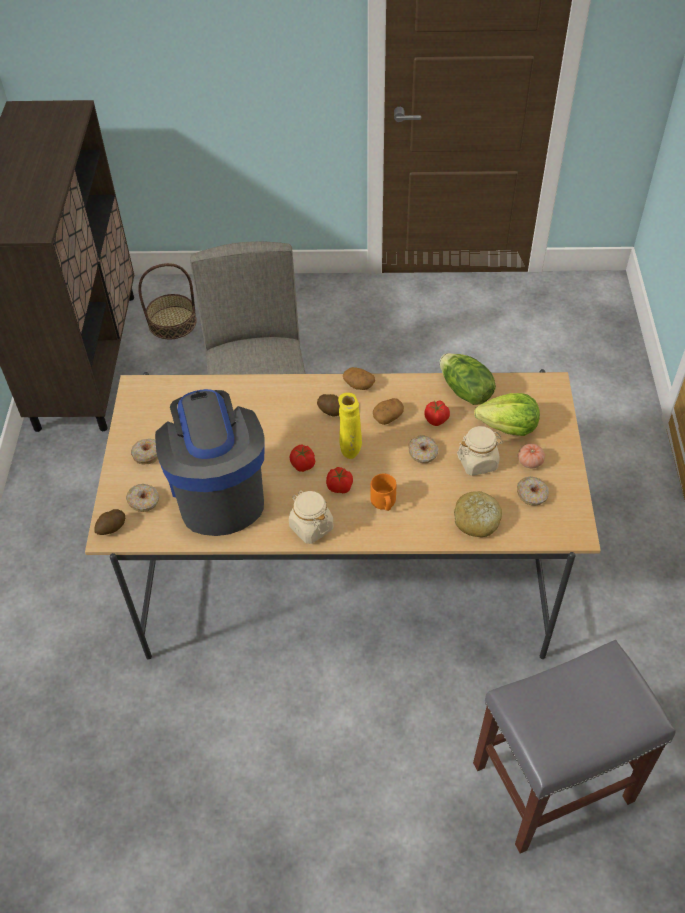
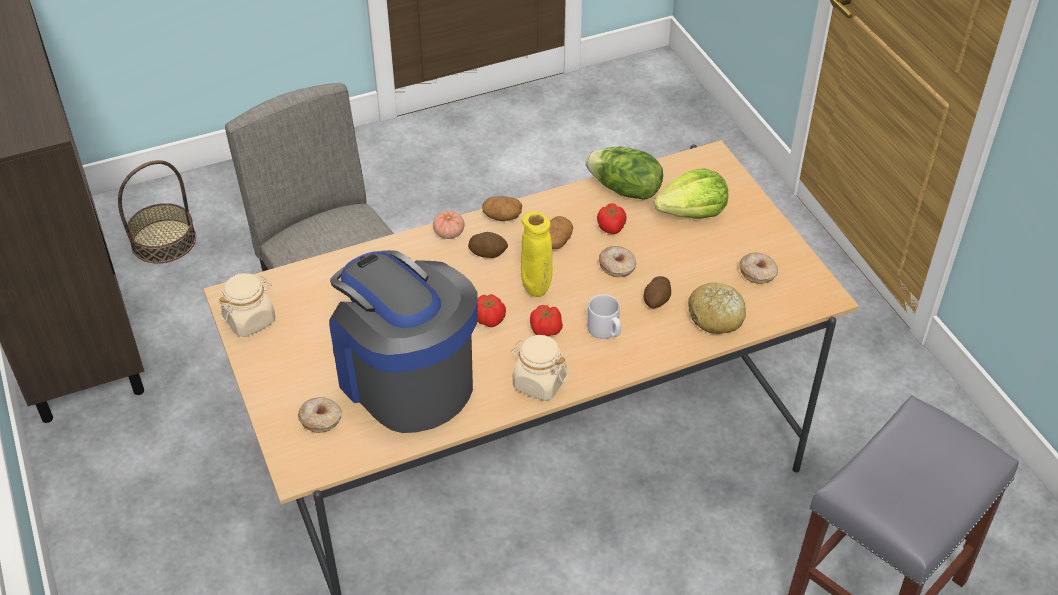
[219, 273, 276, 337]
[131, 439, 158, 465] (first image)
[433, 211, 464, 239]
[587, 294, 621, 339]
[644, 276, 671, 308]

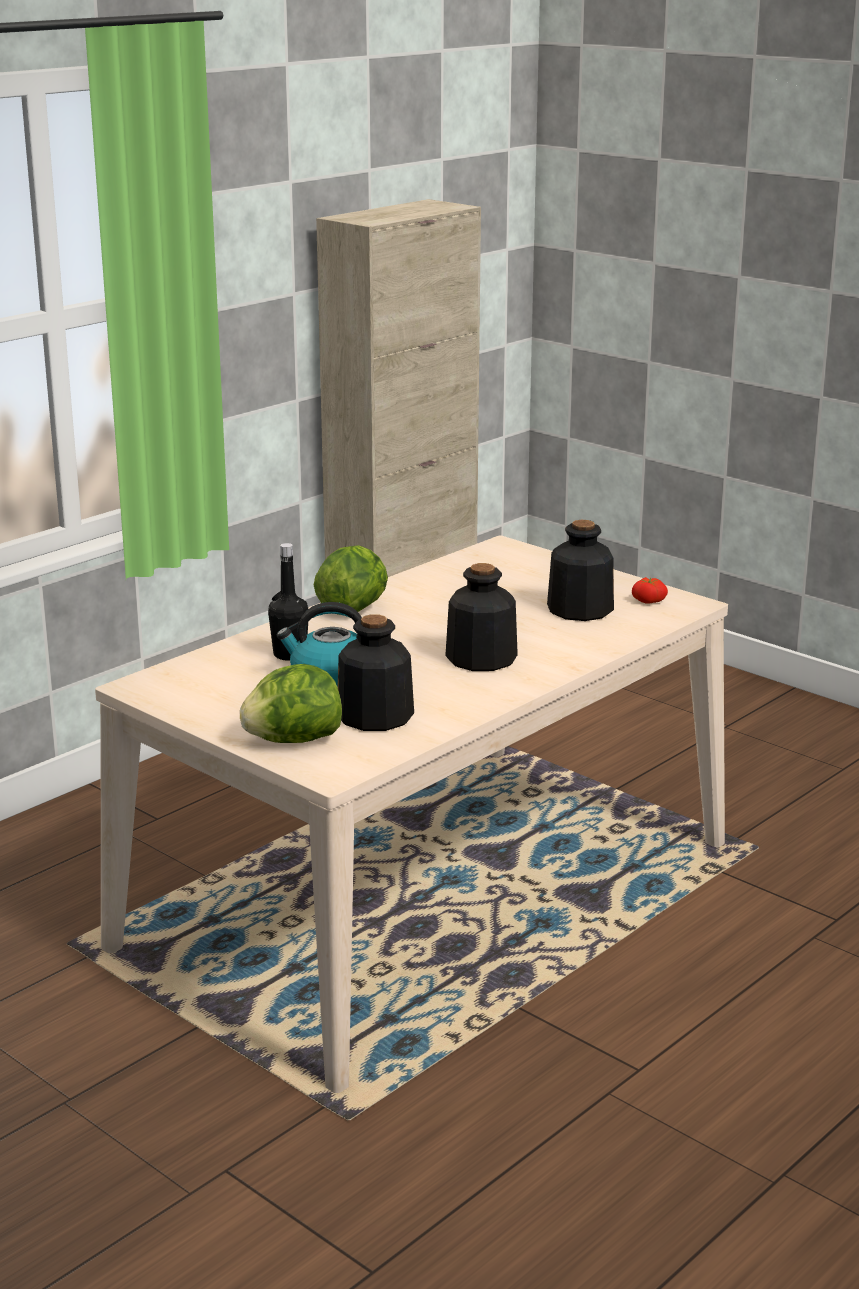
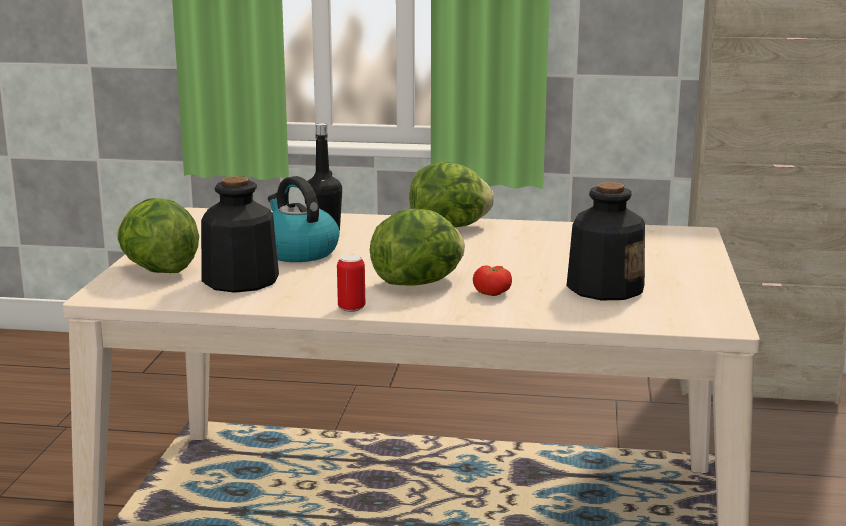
[370, 209, 465, 286]
[473, 265, 512, 296]
[337, 255, 365, 312]

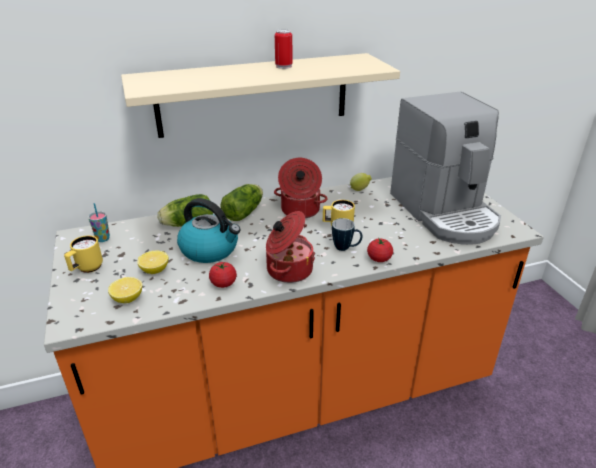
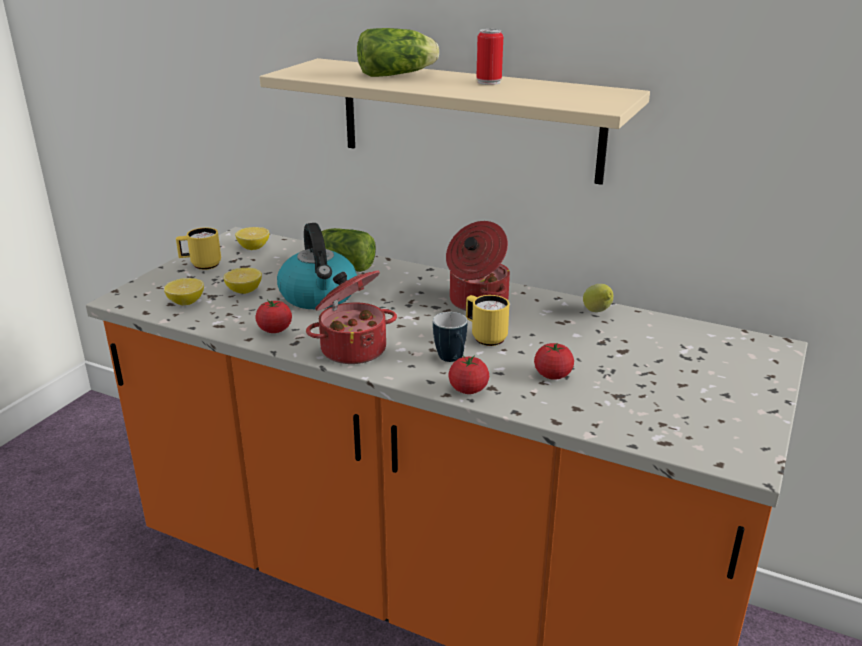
[390, 92, 501, 245] (first image)
[357, 28, 439, 77]
[235, 227, 269, 250]
[534, 343, 574, 380]

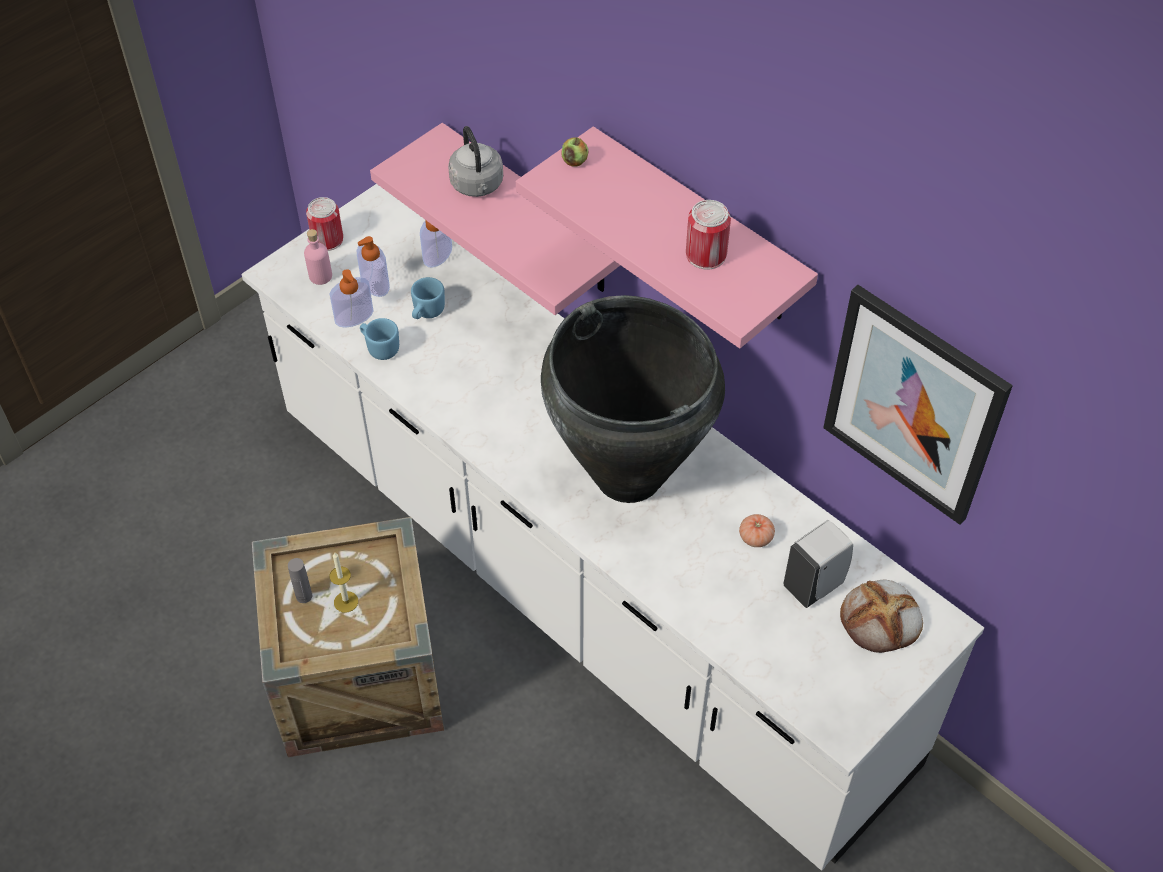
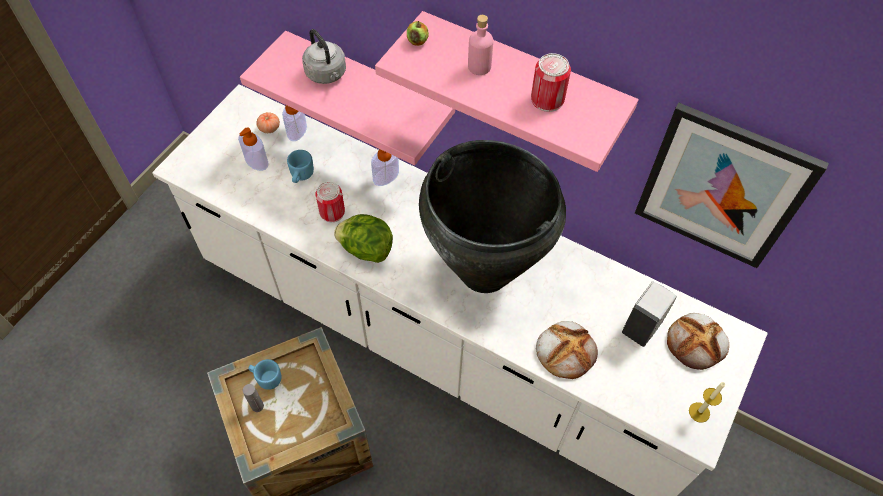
[315, 181, 345, 222]
[468, 15, 493, 75]
[371, 149, 399, 186]
[249, 359, 282, 390]
[256, 112, 280, 133]
[689, 382, 725, 423]
[334, 214, 393, 263]
[536, 321, 598, 379]

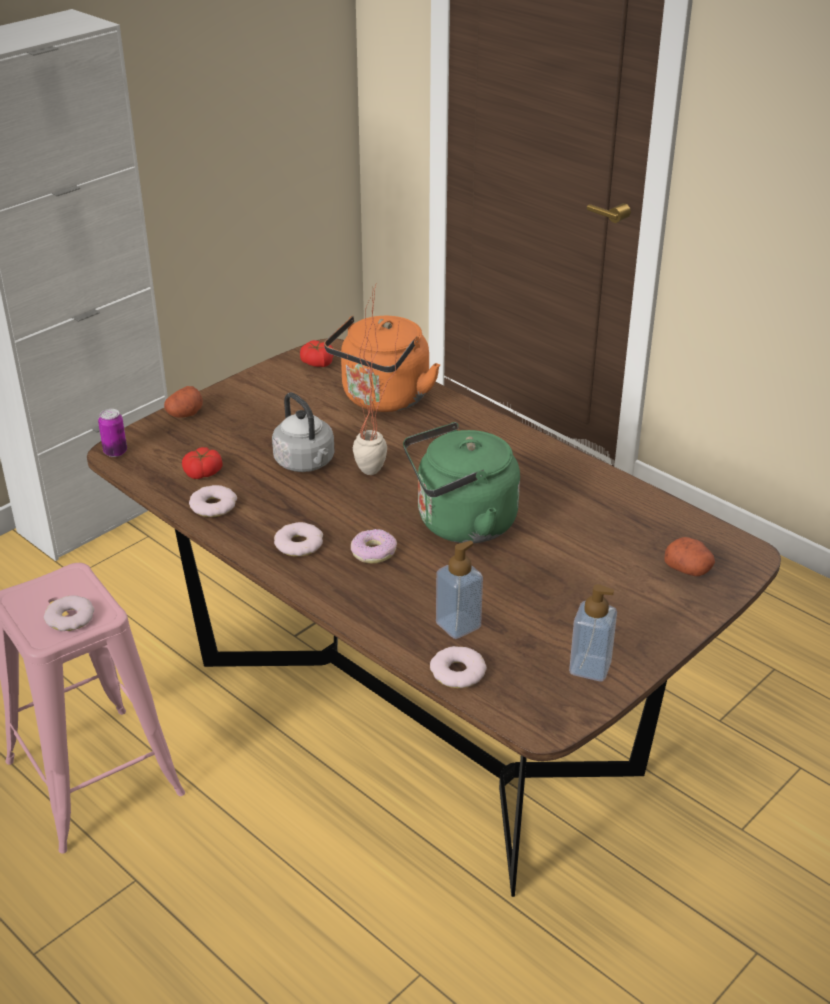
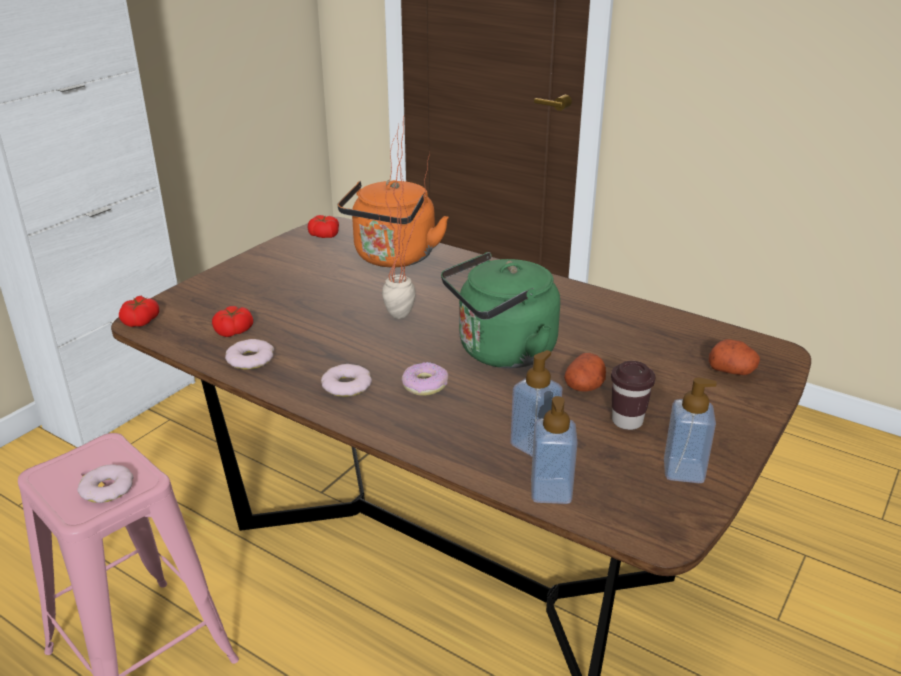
[564, 353, 606, 391]
[272, 392, 335, 472] (first image)
[119, 296, 159, 327]
[531, 396, 578, 504]
[611, 361, 656, 430]

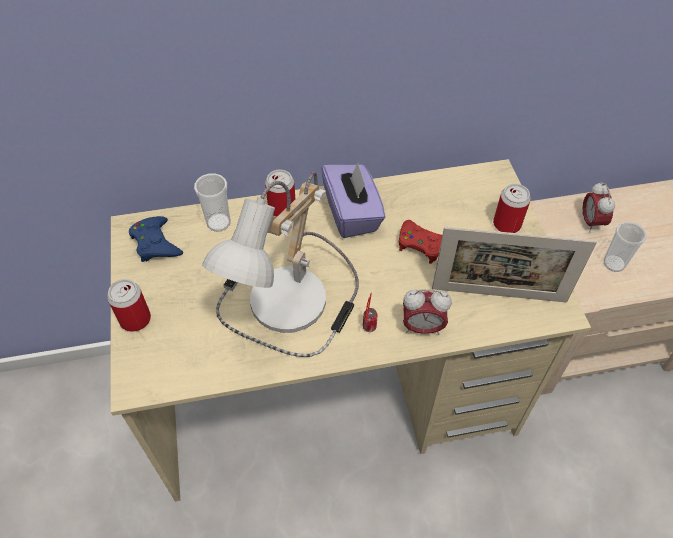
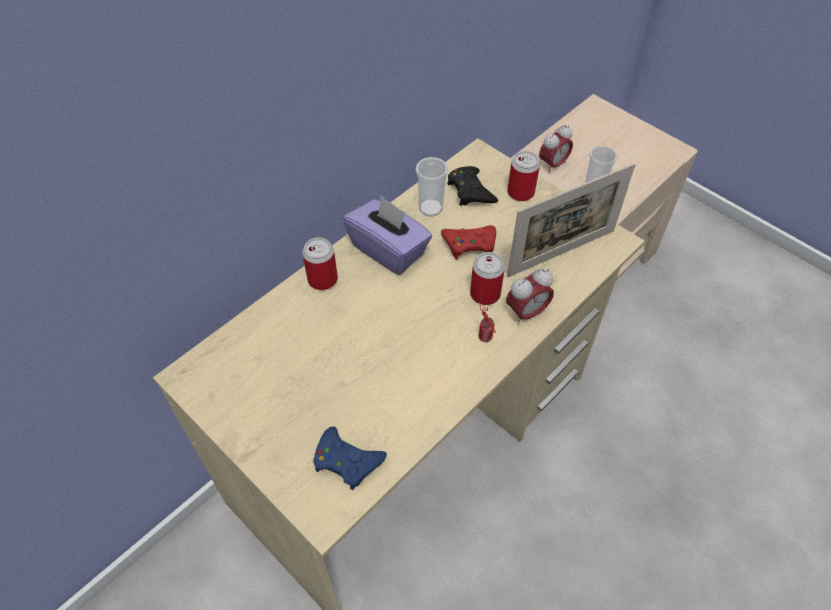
[202, 171, 359, 357] (first image)
[416, 157, 448, 217]
[539, 125, 573, 173]
[313, 426, 387, 490]
[470, 252, 505, 305]
[447, 166, 498, 206]

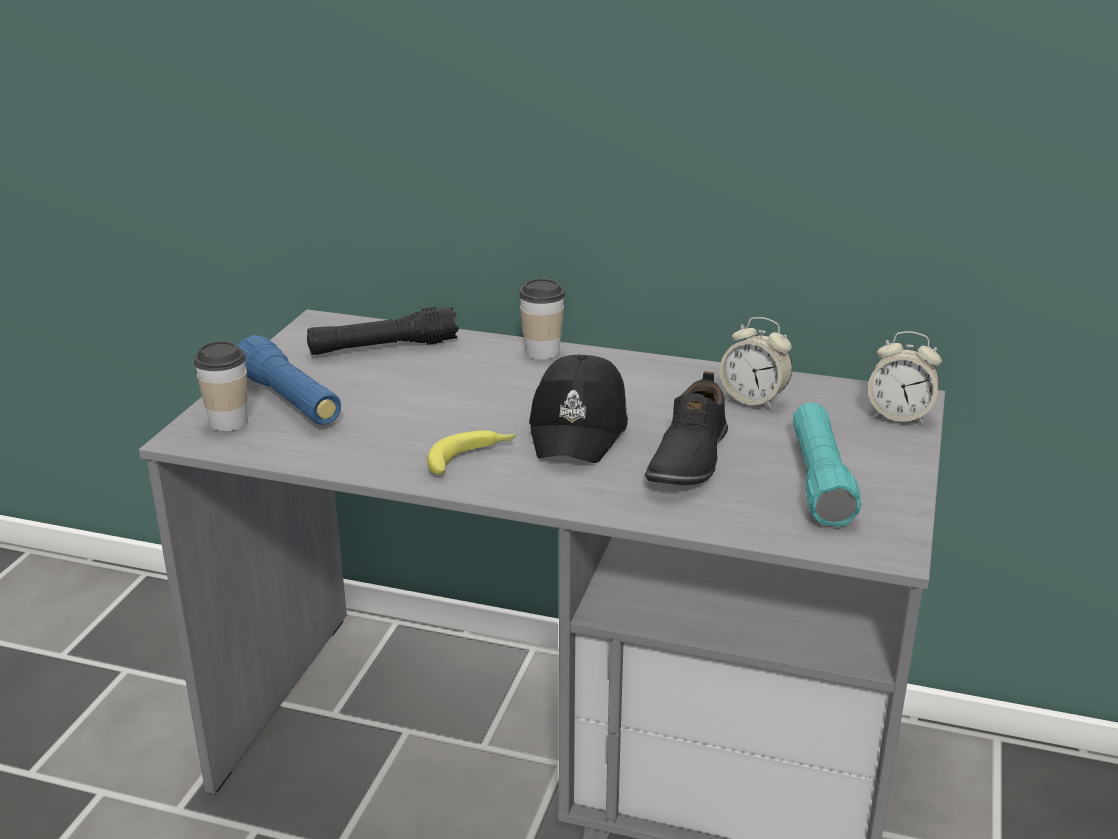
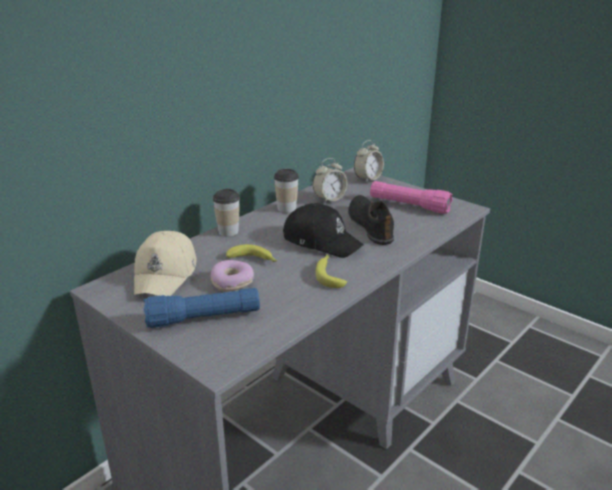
[134, 231, 197, 296]
[274, 169, 299, 213]
[348, 195, 394, 245]
[370, 181, 453, 214]
[226, 244, 277, 262]
[210, 260, 254, 291]

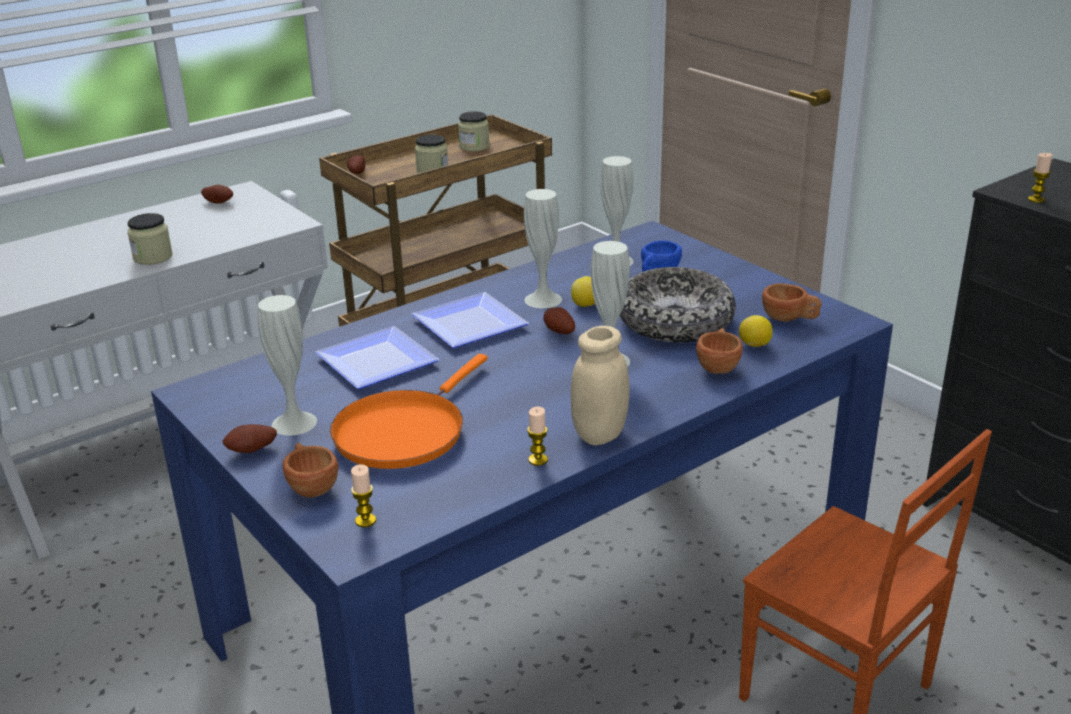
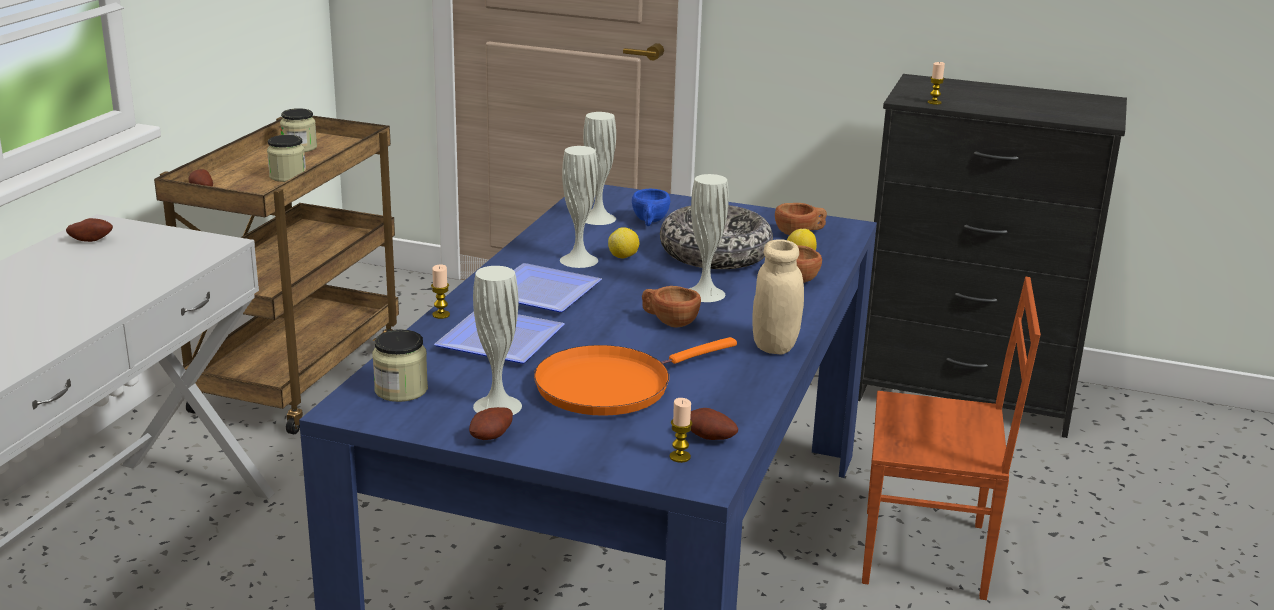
[372, 329, 428, 402]
[690, 408, 738, 440]
[534, 337, 737, 416]
[431, 264, 450, 319]
[642, 286, 701, 327]

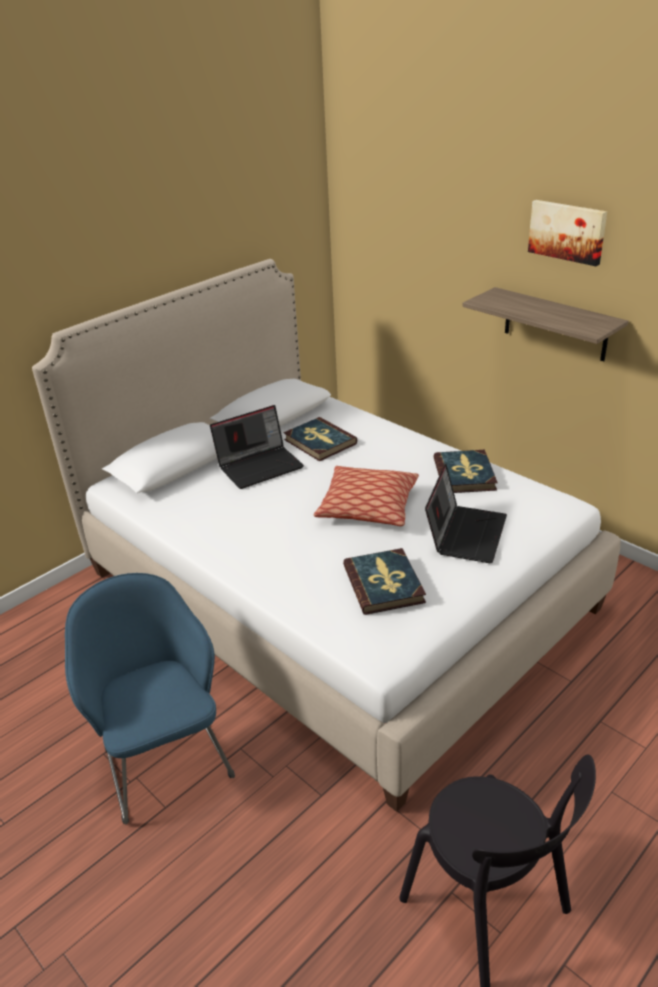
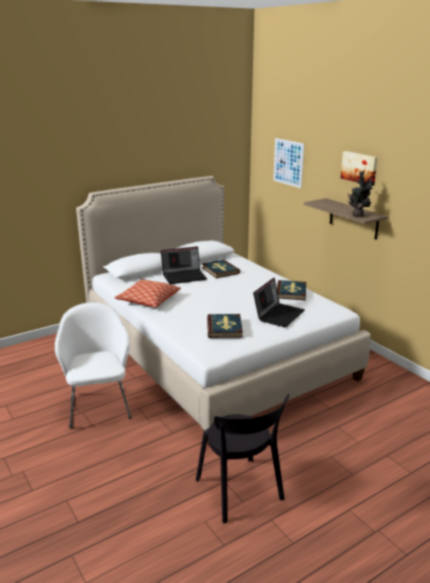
[115, 279, 181, 308]
[55, 302, 132, 428]
[273, 138, 304, 188]
[347, 171, 373, 217]

